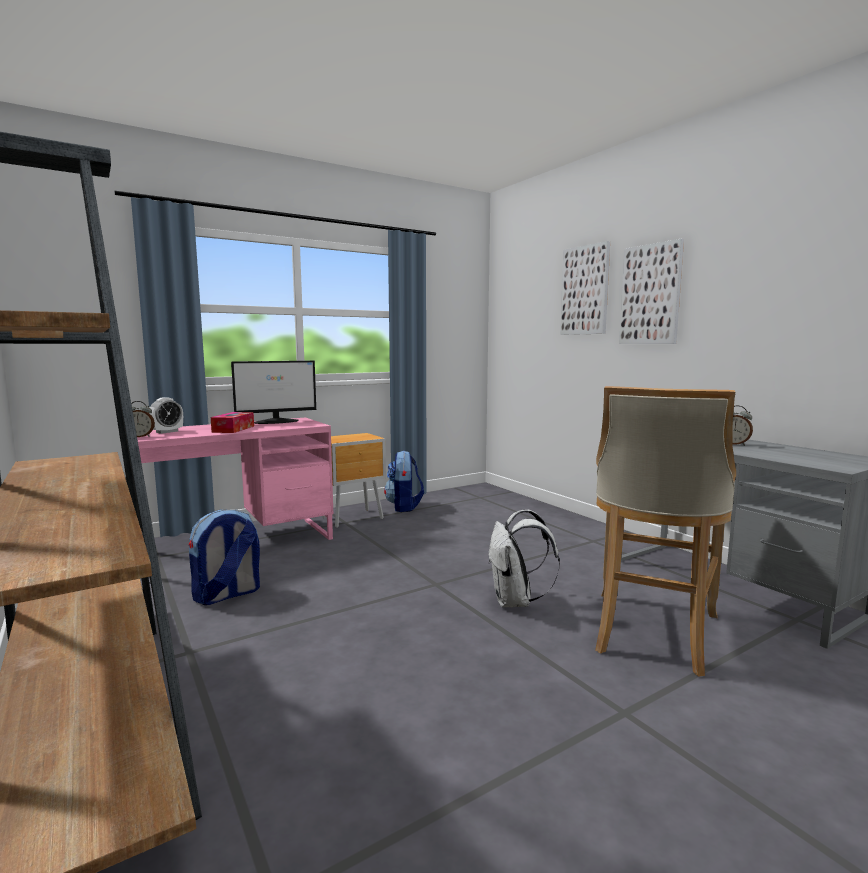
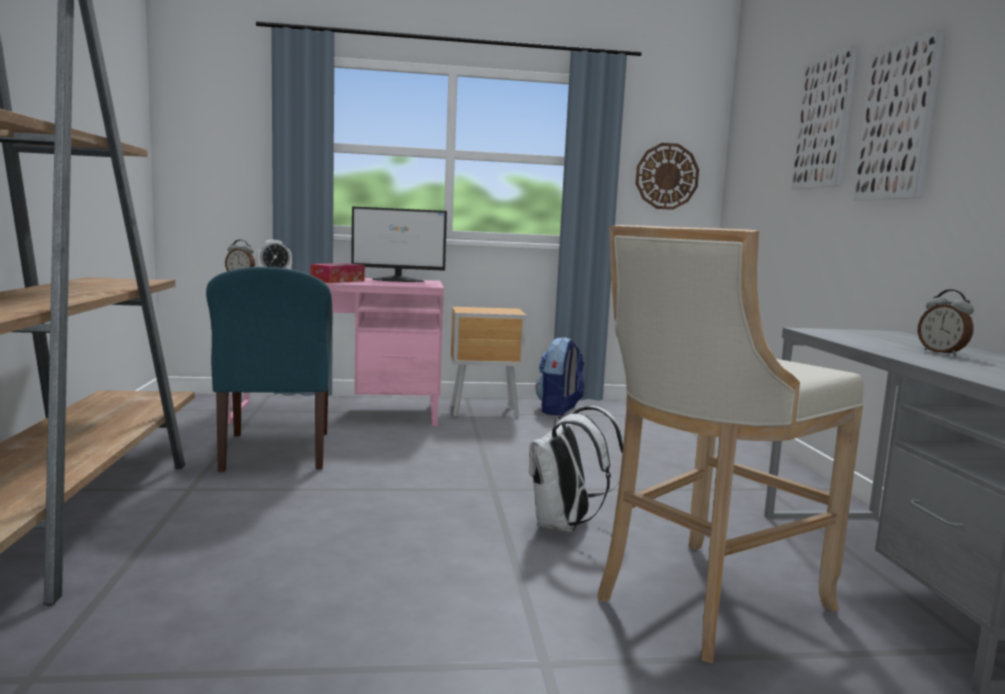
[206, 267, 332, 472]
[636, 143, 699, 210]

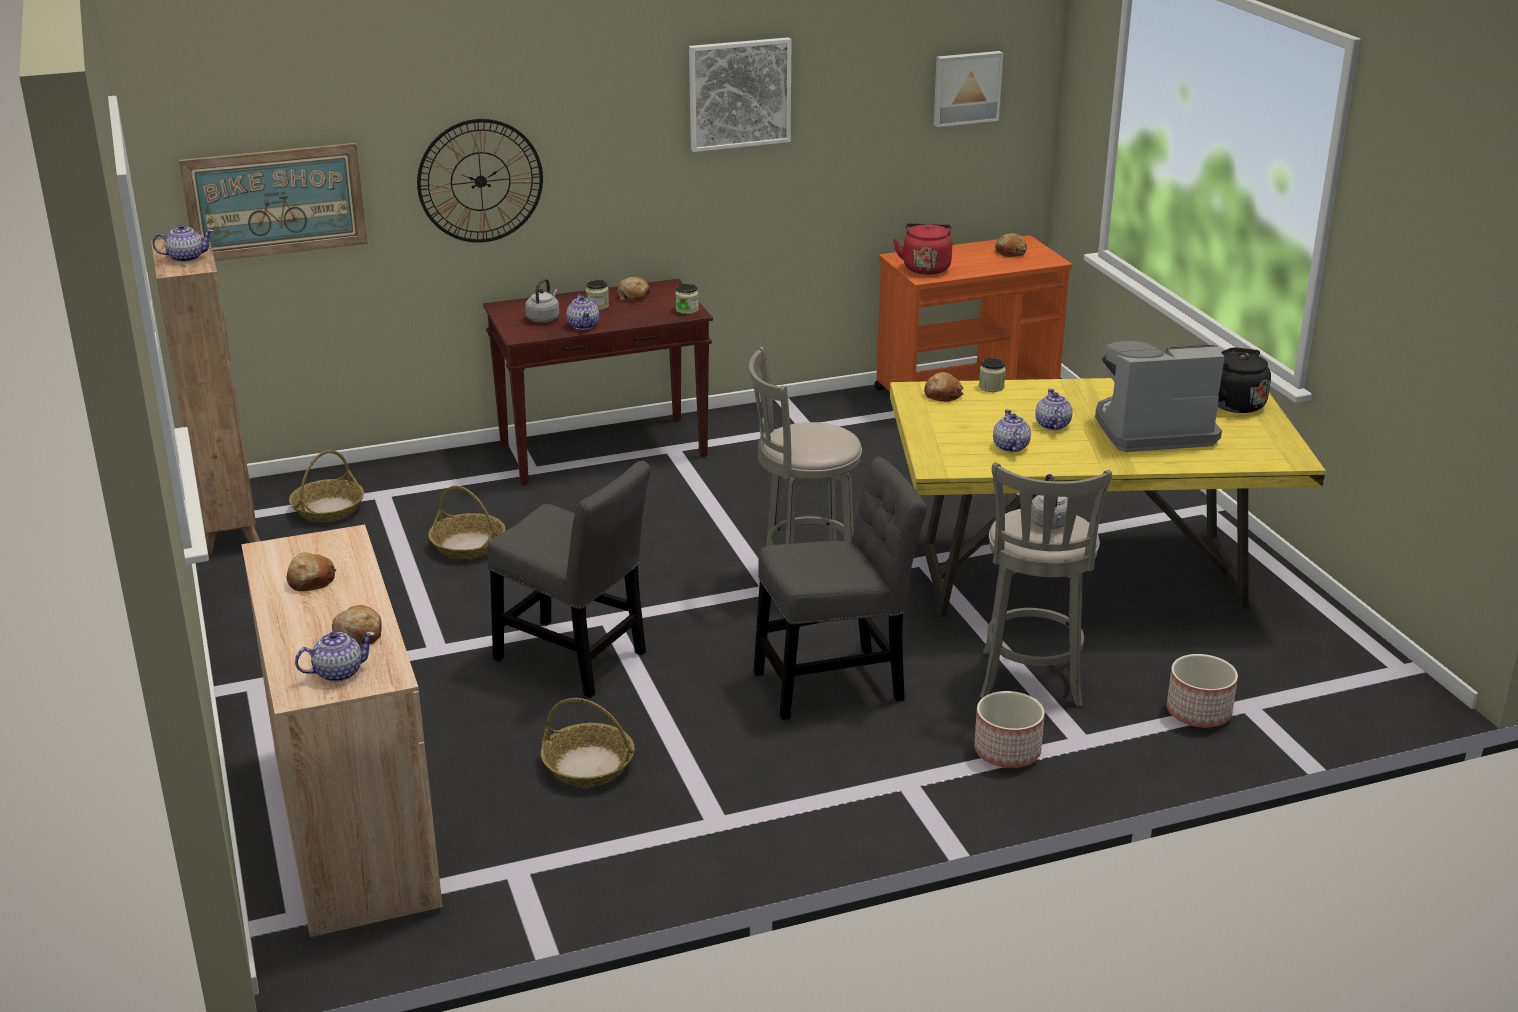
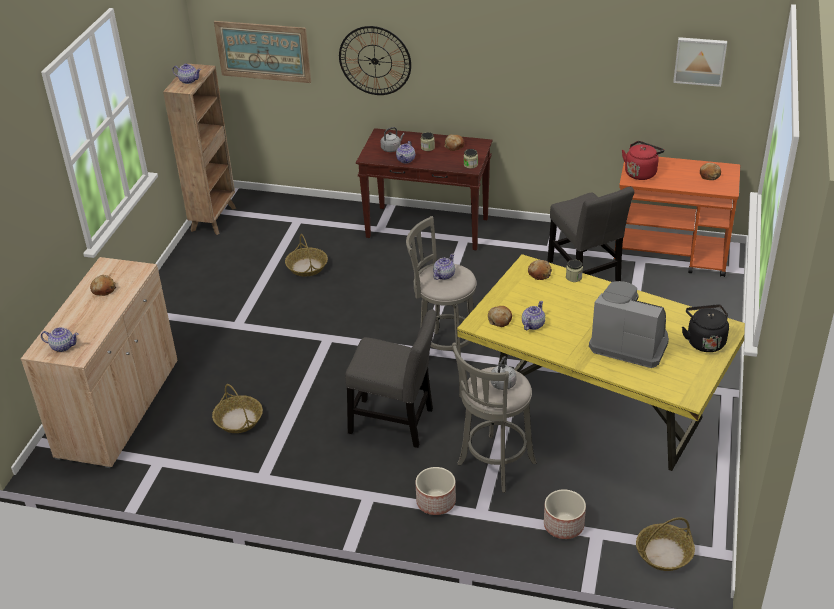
[689, 37, 791, 152] (first image)
[433, 253, 455, 280]
[636, 517, 695, 571]
[547, 187, 634, 281]
[488, 306, 512, 327]

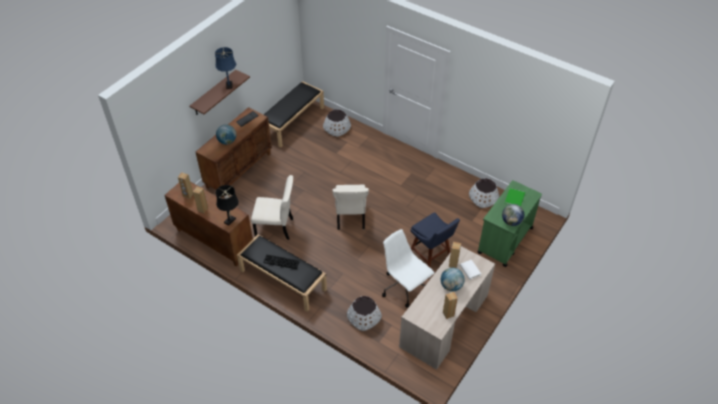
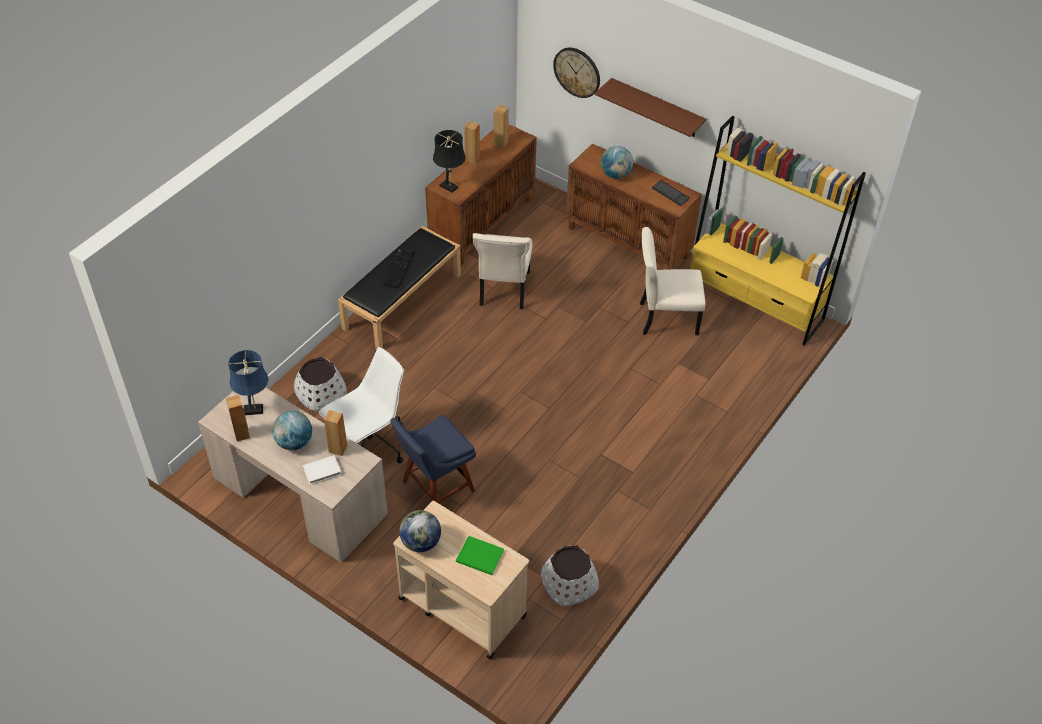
[228, 350, 269, 415]
[690, 116, 866, 346]
[323, 109, 351, 137] (first image)
[393, 501, 529, 659]
[640, 227, 706, 335]
[553, 48, 600, 98]

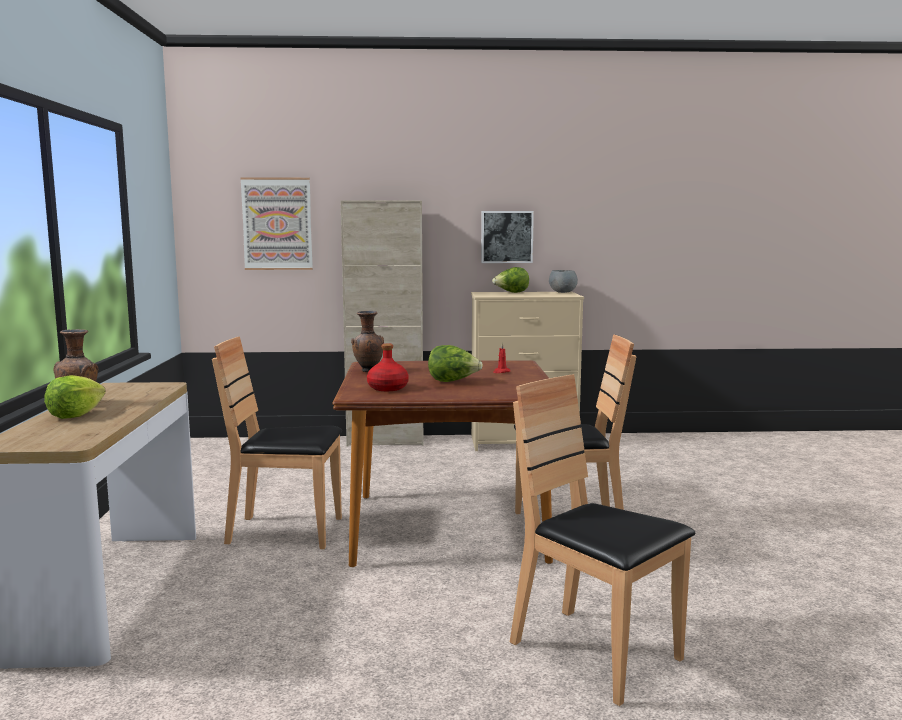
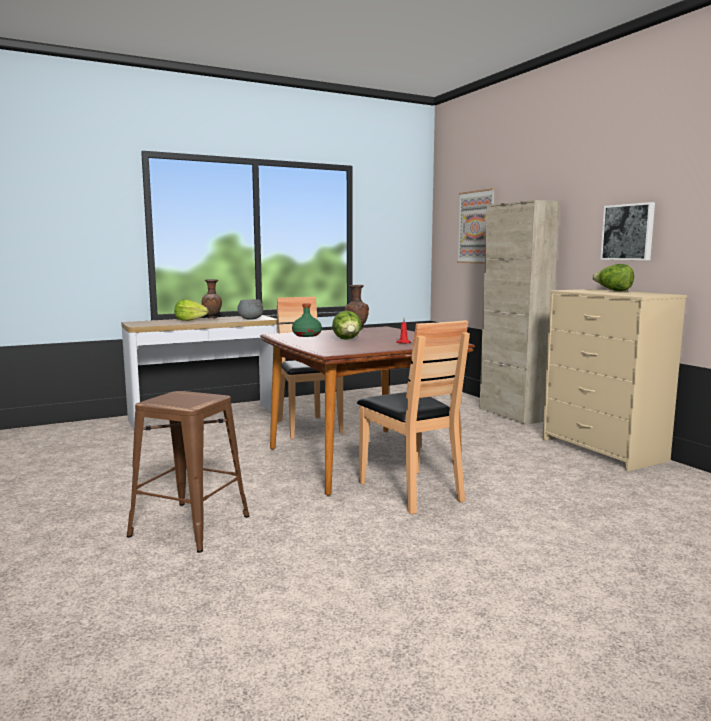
[238, 299, 263, 320]
[292, 303, 322, 337]
[127, 391, 249, 553]

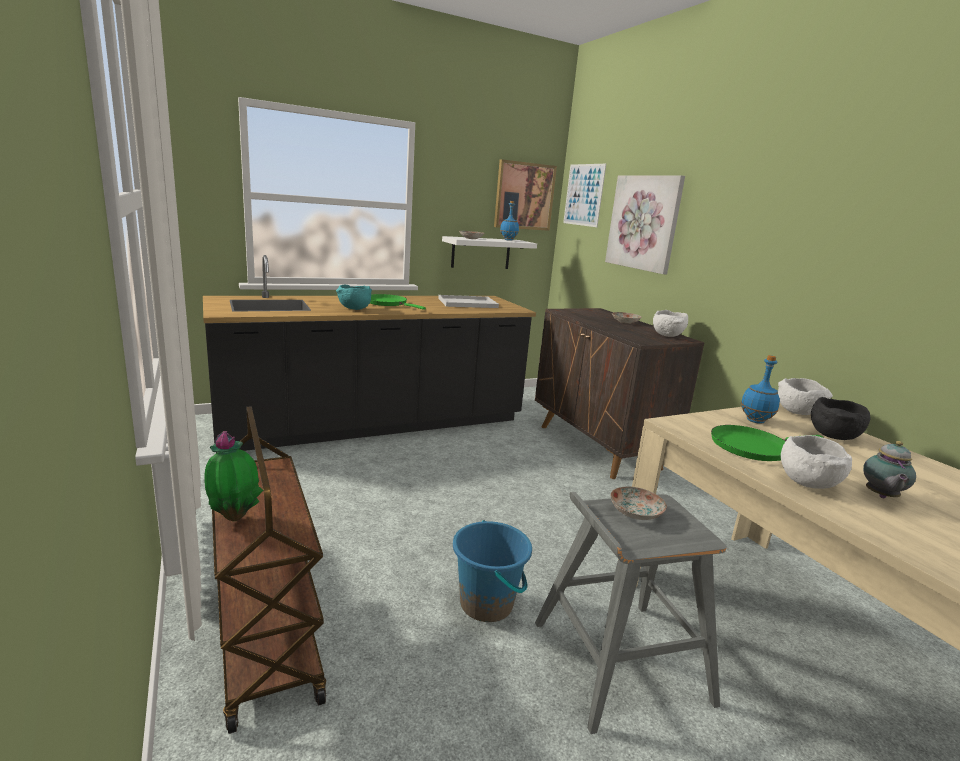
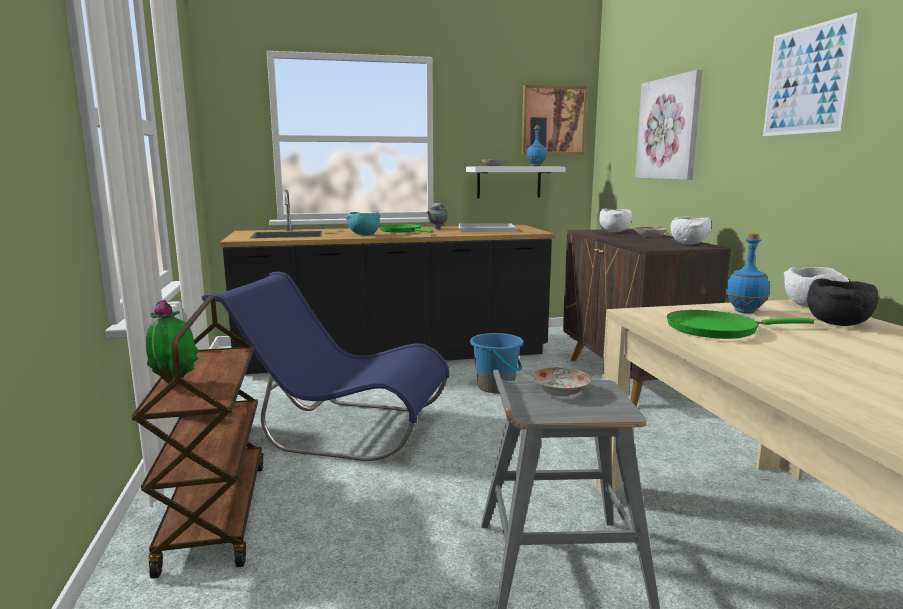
[763, 13, 859, 136]
[599, 208, 632, 232]
[426, 200, 447, 229]
[470, 333, 524, 393]
[202, 272, 449, 461]

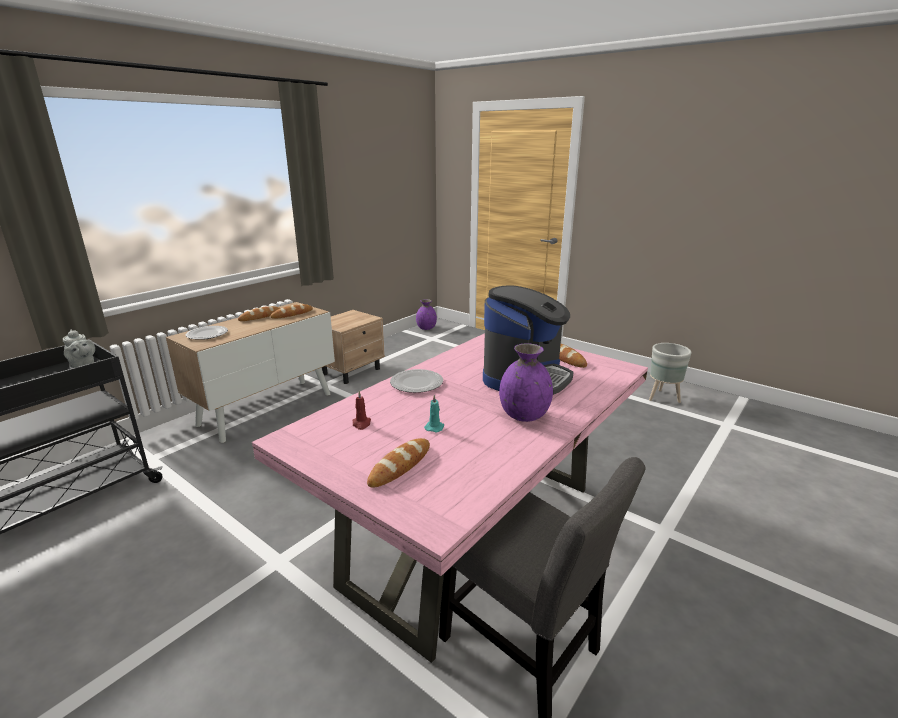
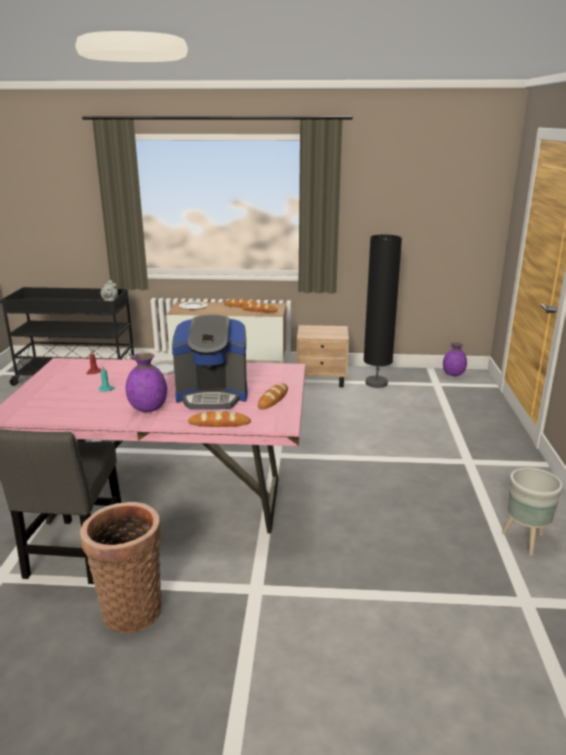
[188, 411, 251, 427]
[363, 235, 402, 388]
[80, 502, 162, 633]

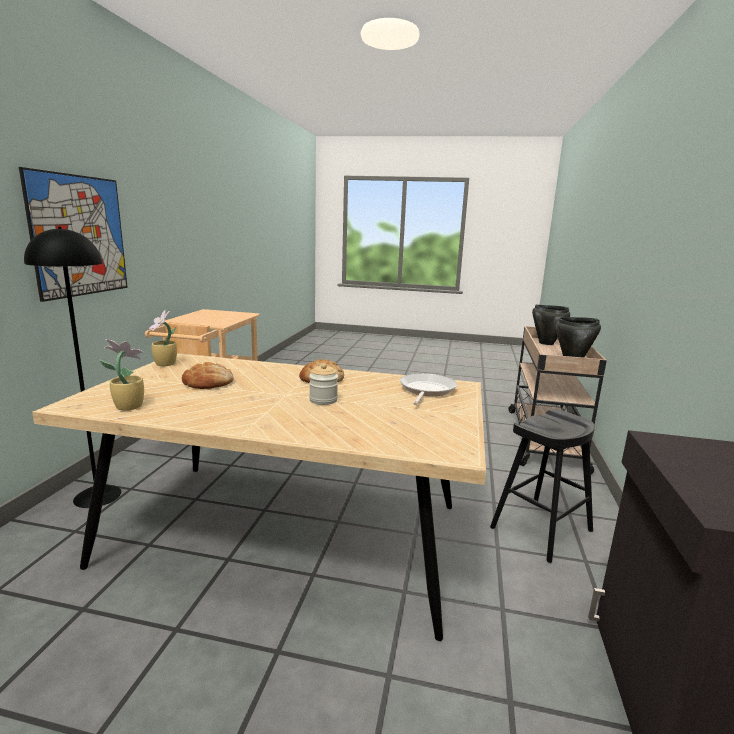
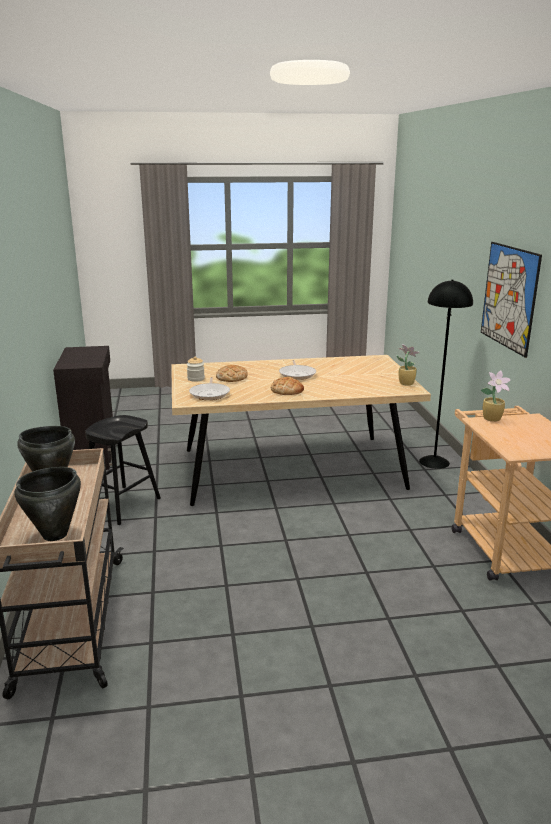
[481, 370, 511, 422]
[216, 365, 248, 382]
[187, 356, 205, 382]
[279, 360, 316, 380]

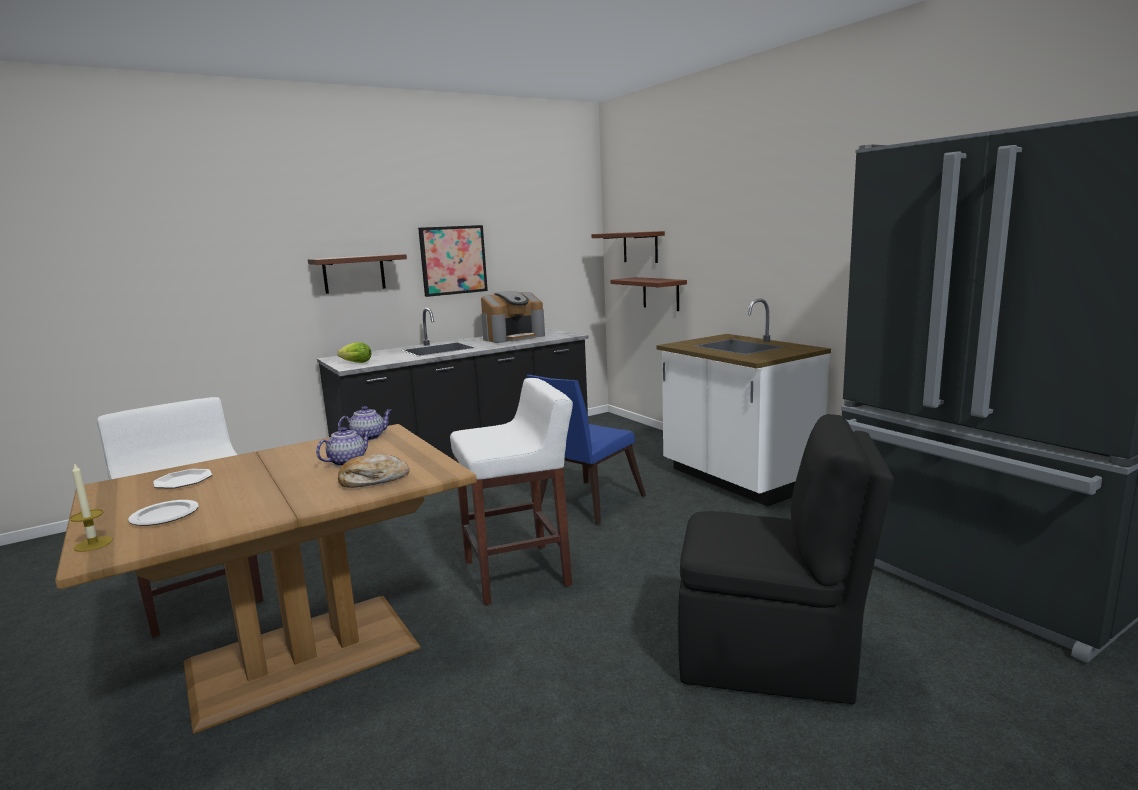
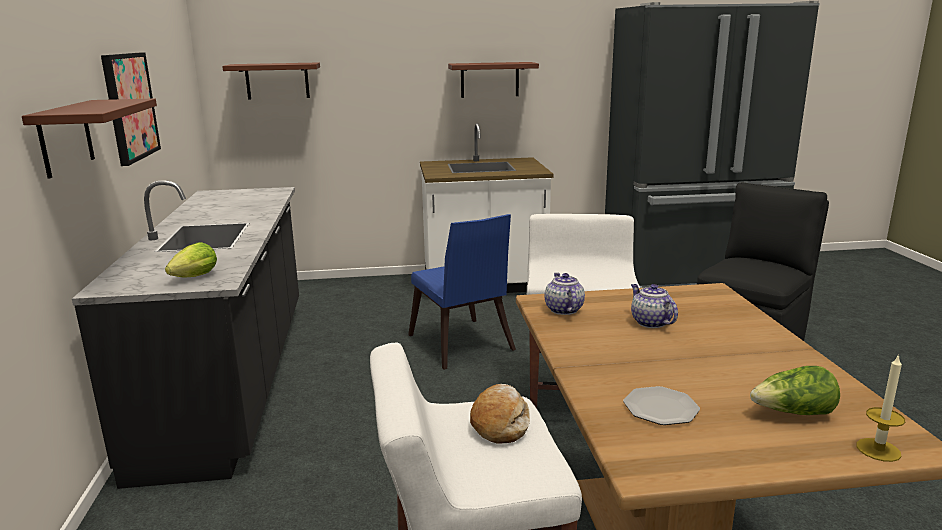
[448, 62, 539, 98]
[481, 291, 545, 343] (first image)
[470, 384, 530, 444]
[750, 366, 840, 415]

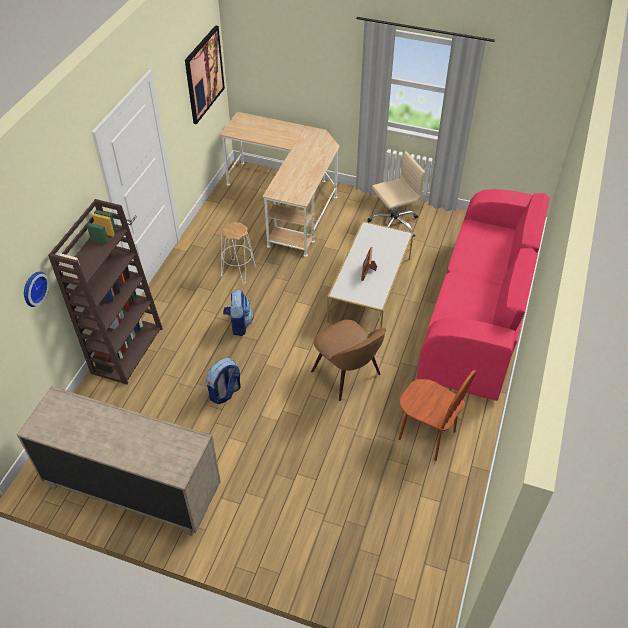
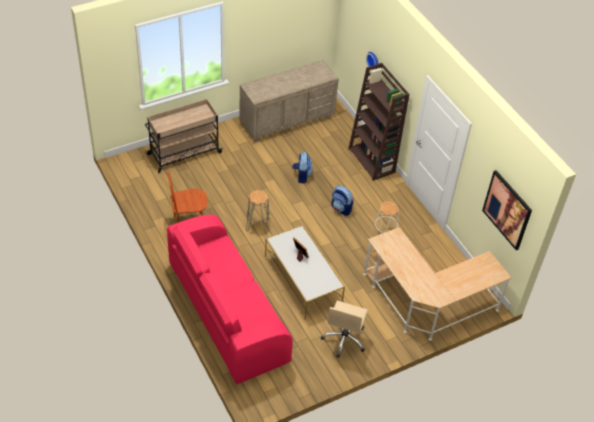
[246, 190, 269, 233]
[145, 99, 223, 173]

